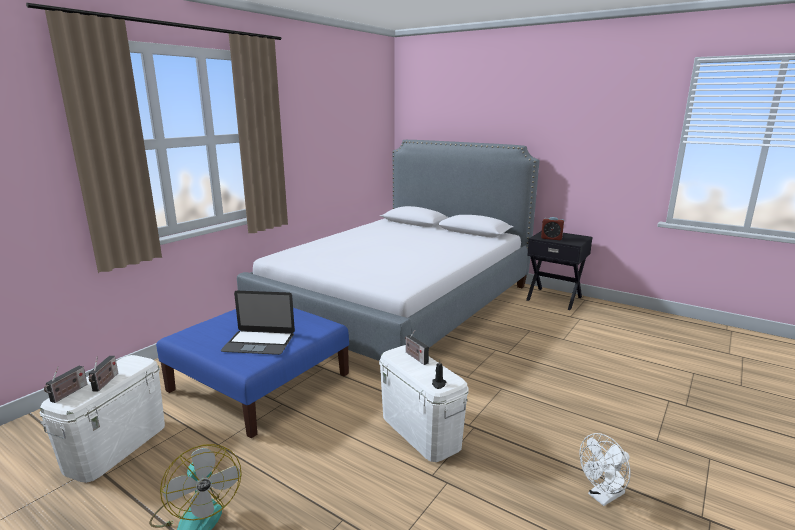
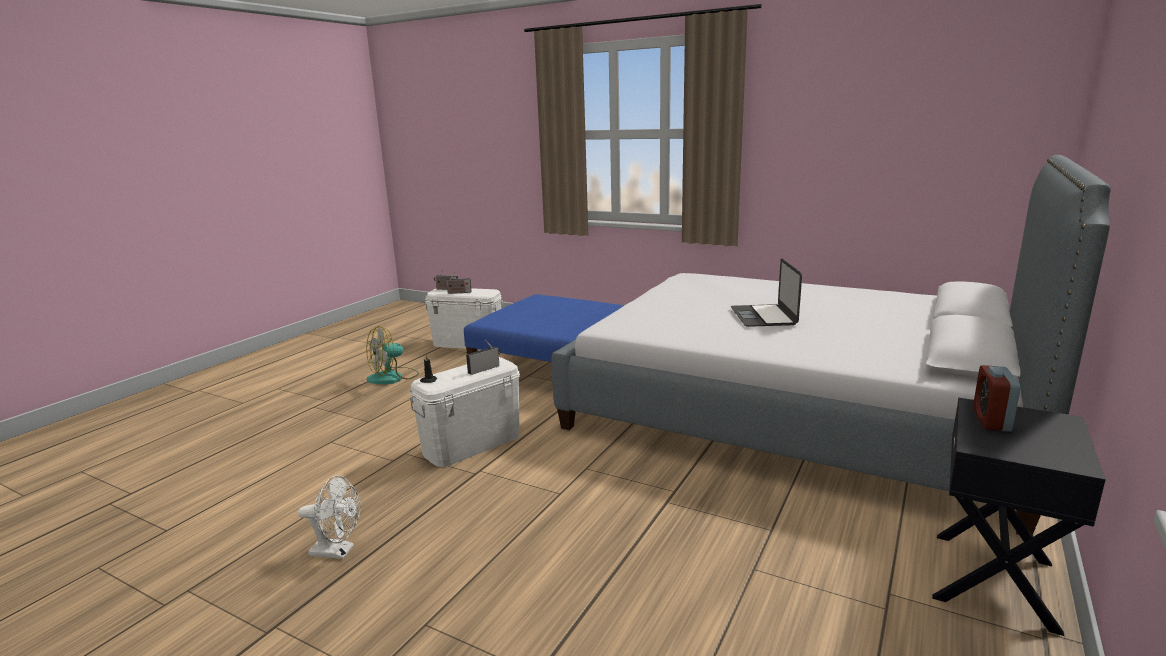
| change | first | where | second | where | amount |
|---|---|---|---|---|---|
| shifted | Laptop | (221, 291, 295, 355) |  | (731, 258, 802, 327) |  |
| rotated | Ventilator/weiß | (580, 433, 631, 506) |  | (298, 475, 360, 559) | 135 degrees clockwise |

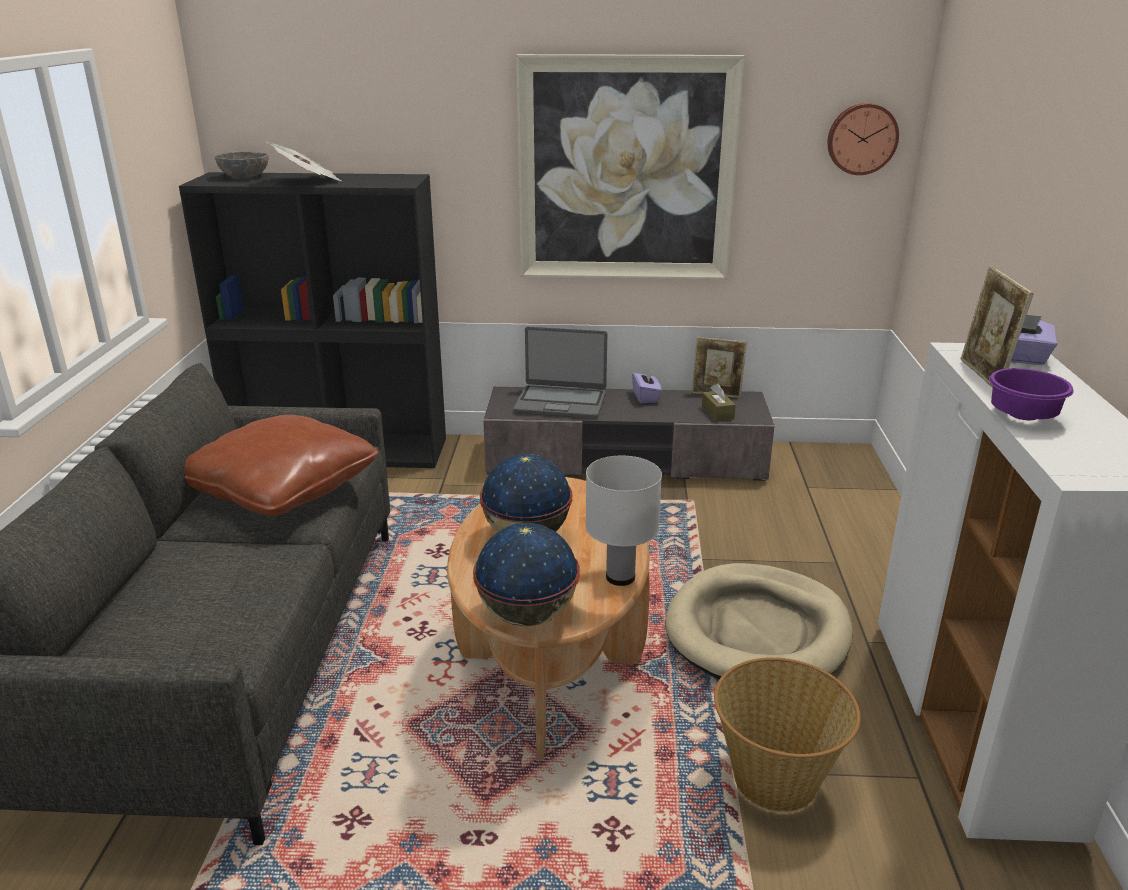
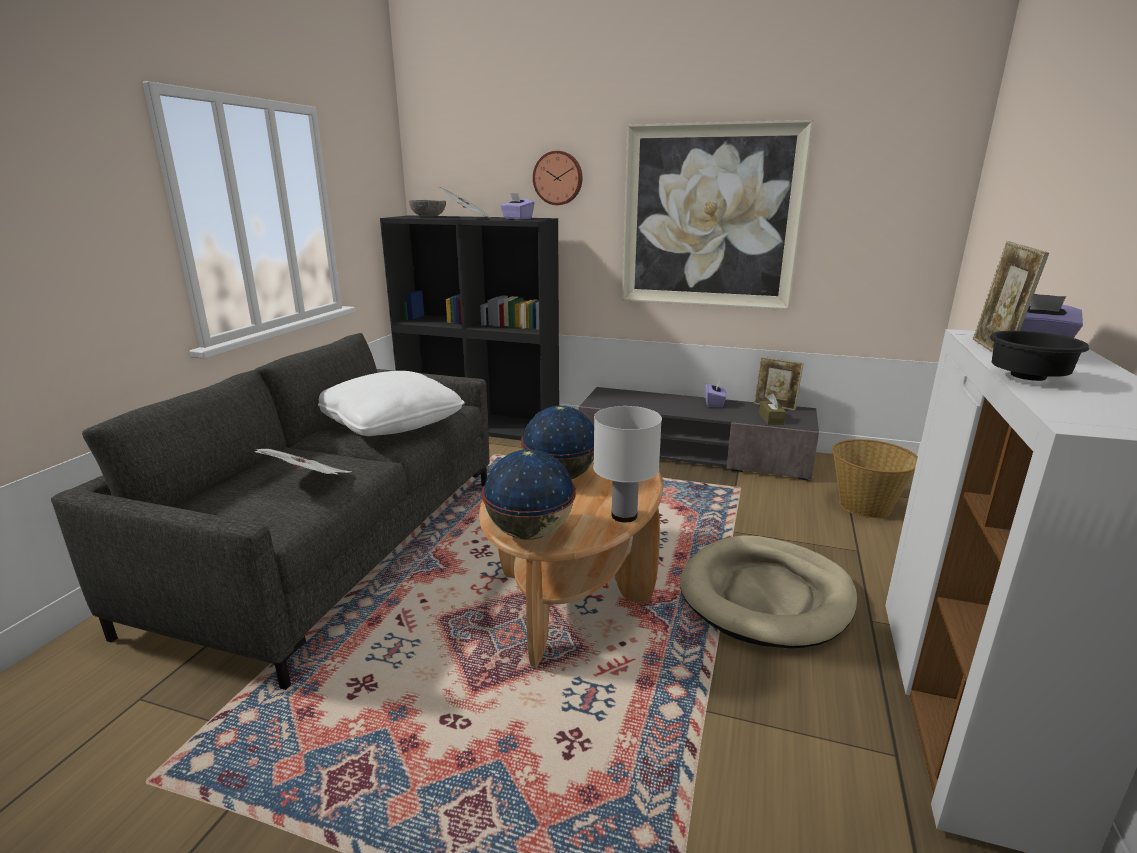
| change | first | where | second | where | amount |
|---|---|---|---|---|---|
| repainted | Kissen/braun | (184, 415, 379, 516) | Kissen/weiß | (318, 371, 465, 436) |  |
| gone | Laptop | (513, 327, 607, 419) |  |  |  |
| shifted | Korb | (714, 657, 861, 812) |  | (832, 439, 918, 518) |  |
| shifted | Wanduhr | (827, 103, 899, 175) |  | (533, 151, 582, 205) |  |
| repainted | Schüssel/lila | (989, 368, 1074, 420) | Schüssel/schwarz | (989, 331, 1089, 381) |  |
| new |  |  | Zeitung | (255, 449, 351, 475) |  |
| new |  |  | Taschentuchbox/lila | (500, 193, 534, 220) |  |

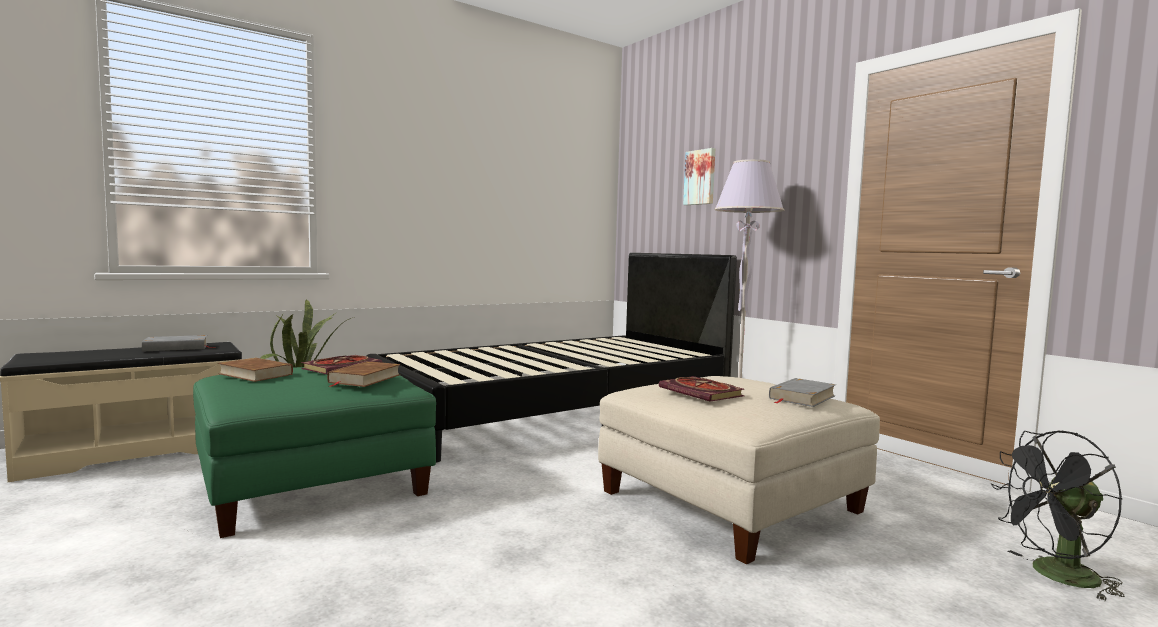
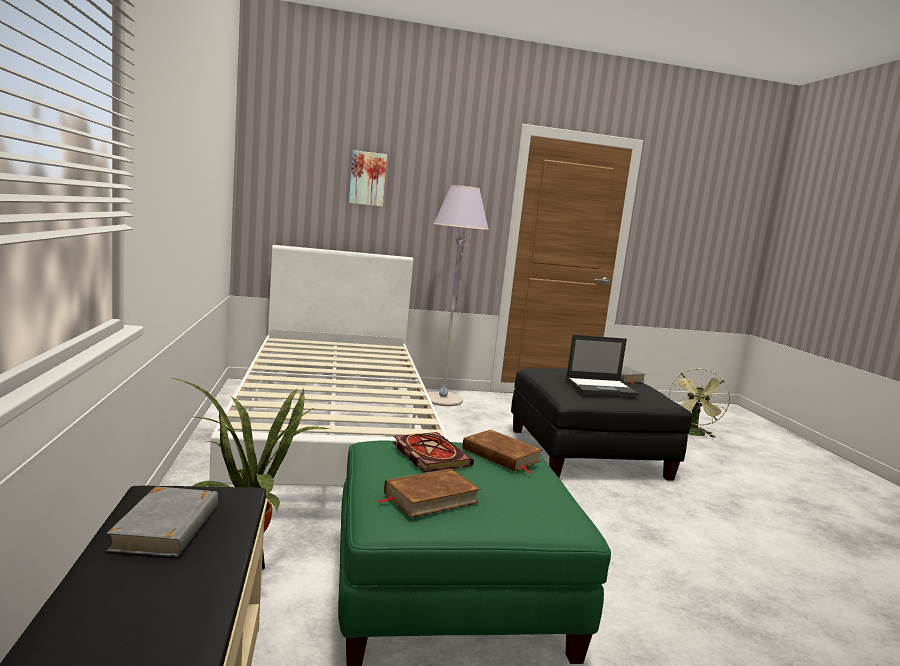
| change | first | where | second | where | amount |
|---|---|---|---|---|---|
| repainted | Bett/schwarz | (366, 253, 737, 462) | Bett/weiß | (209, 245, 452, 487) |  |
| repainted | Polsterhocker/beige | (598, 376, 880, 564) | Polsterhocker/schwarz | (511, 368, 692, 481) |  |
| swapped | Buch | (659, 376, 745, 402) | Laptop | (566, 335, 639, 396) |  |
| repainted | Ventilator/schwarz | (991, 431, 1125, 602) | Ventilator/grün | (669, 368, 730, 437) |  |

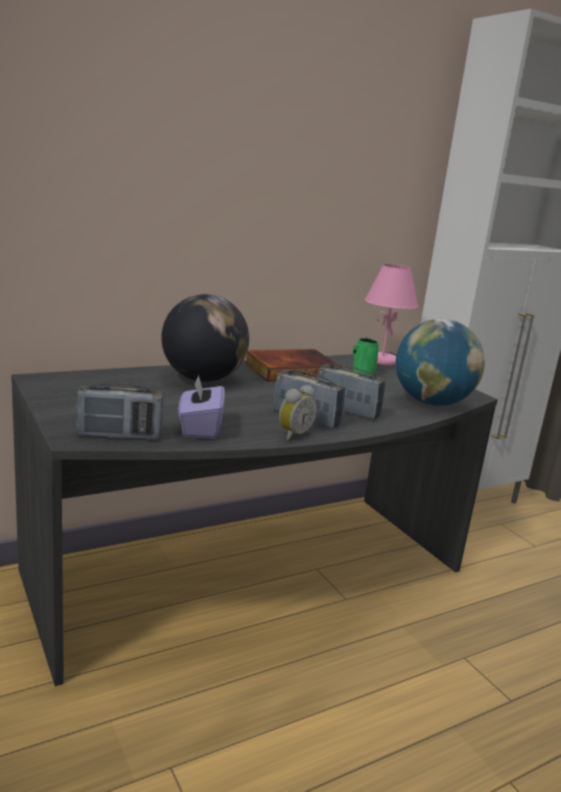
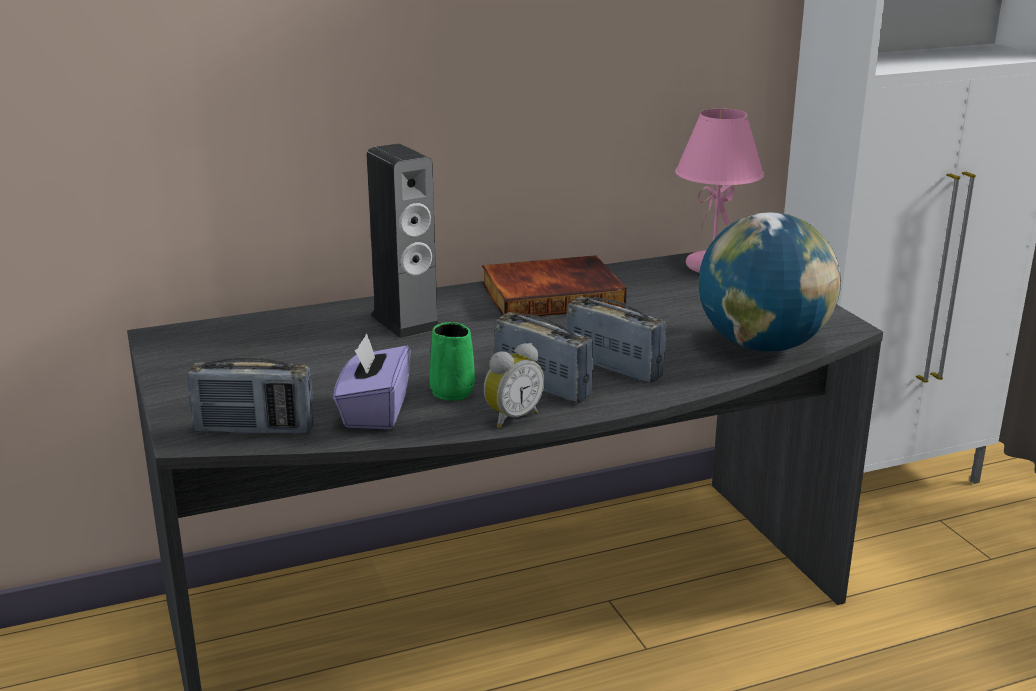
| change | first | where | second | where | amount |
|---|---|---|---|---|---|
| swapped | Globus | (161, 294, 249, 382) | Lautsprecher | (367, 144, 439, 338) |  |
| shifted | Henkelbecher/grün | (352, 338, 379, 376) |  | (430, 322, 475, 401) |  |

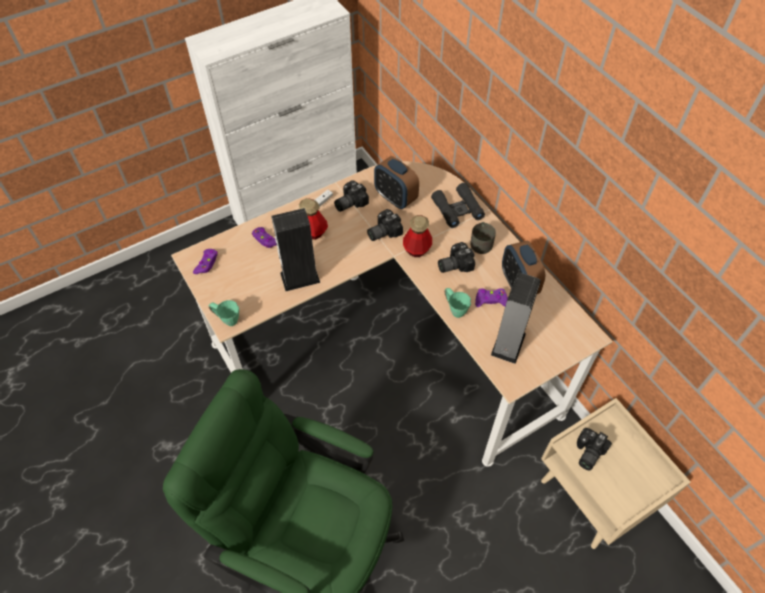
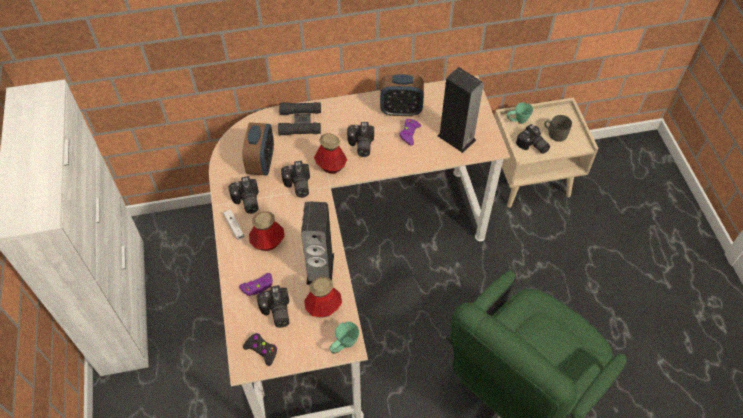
| change | first | where | second | where | amount |
|---|---|---|---|---|---|
| repainted | Gamepad/lila | (193, 249, 218, 274) | Gamepad/schwarz | (243, 333, 277, 366) |  |
| rotated | Wecker | (374, 156, 419, 209) |  | (242, 122, 274, 175) | 60 degrees counterclockwise |
| shifted | Henkelbecher/grün | (445, 288, 471, 318) |  | (507, 102, 533, 124) |  |
| shifted | Henkelbecher/grau | (471, 222, 496, 254) |  | (544, 115, 572, 142) |  |
| new |  |  | Kamera | (257, 285, 289, 328) |  |
| new |  |  | Flasche | (304, 277, 342, 317) |  |

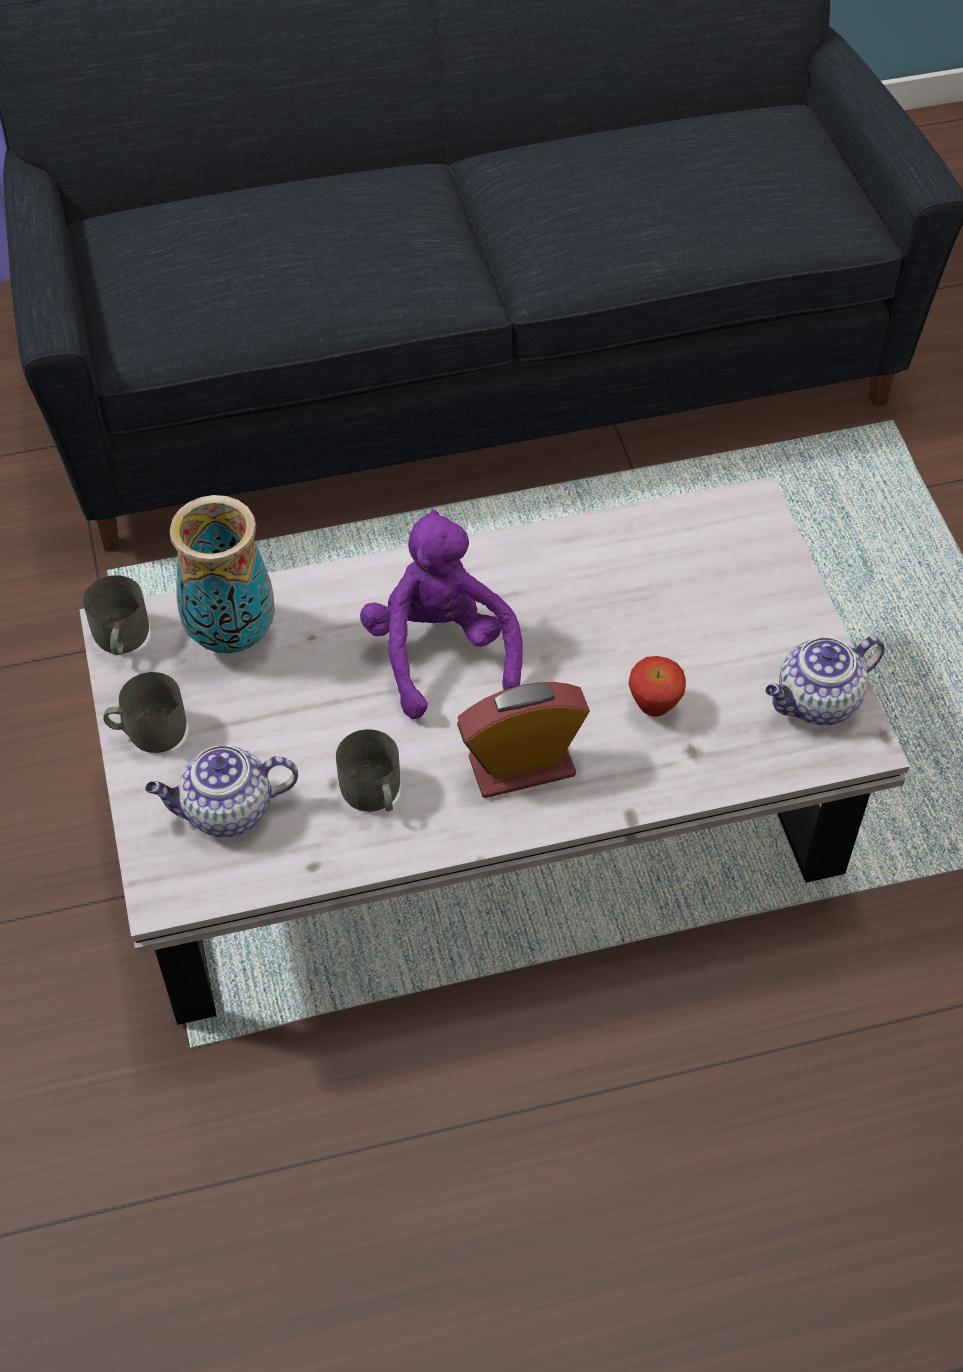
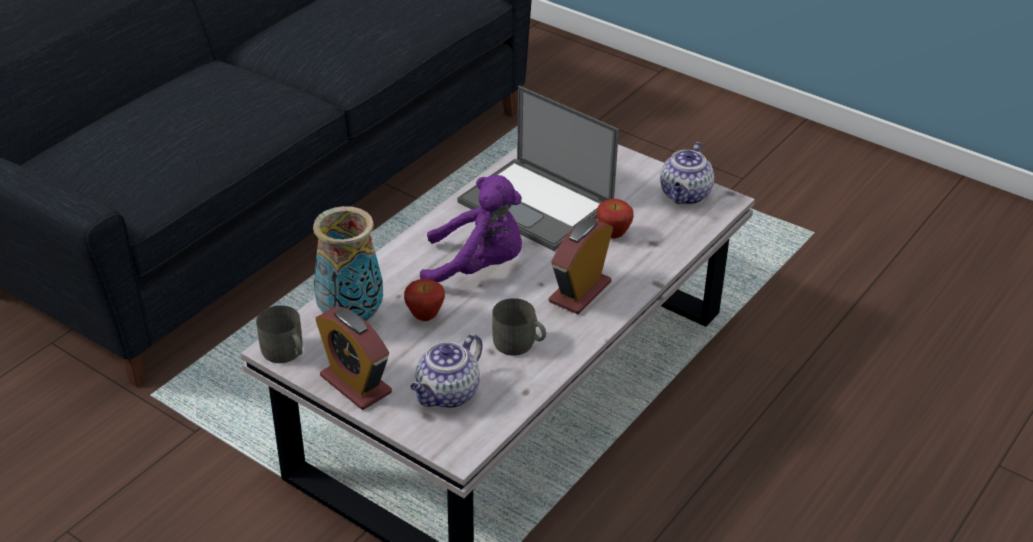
| change | first | where | second | where | amount |
|---|---|---|---|---|---|
| swapped | Henkelbecher/grau | (103, 672, 186, 753) | Wecker | (315, 307, 392, 410) |  |
| rotated | Plüschtier/lila | (360, 510, 523, 719) |  | (420, 175, 522, 282) | 150 degrees clockwise |
| new |  |  | Apfel | (404, 279, 445, 321) |  |
| new |  |  | Laptop | (457, 86, 619, 251) |  |

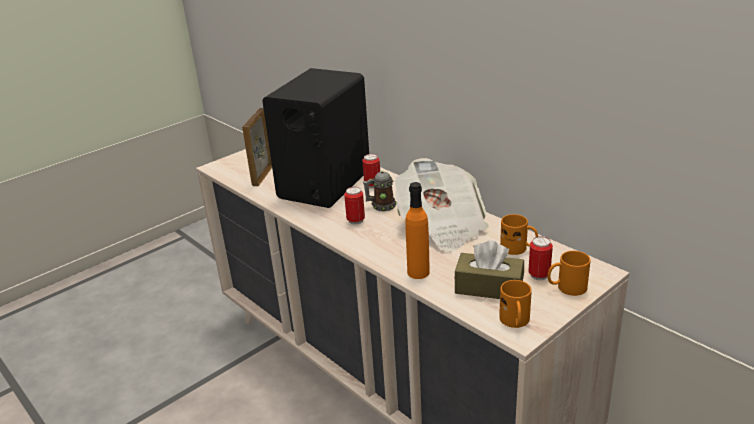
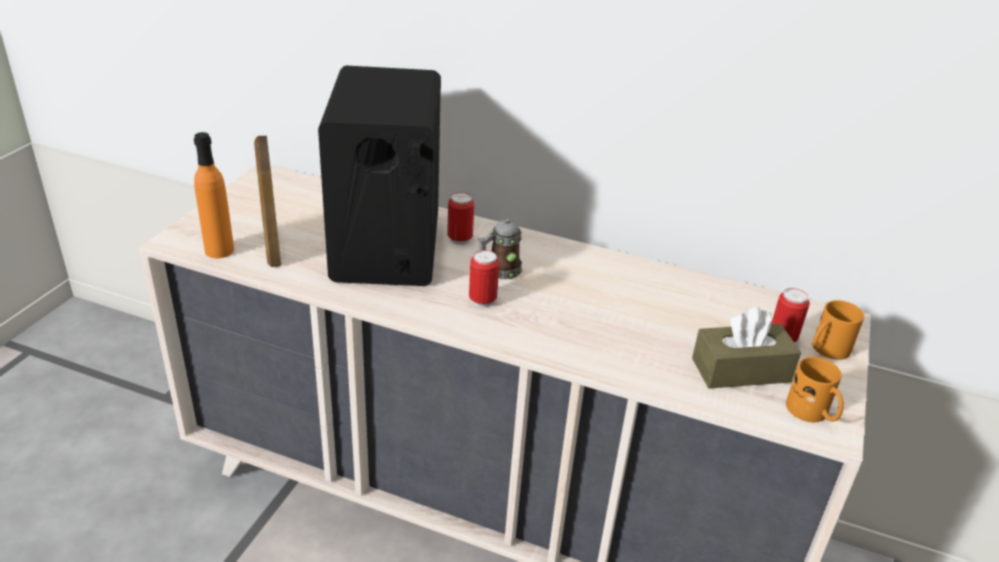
| change | first | where | second | where | amount |
|---|---|---|---|---|---|
| gone | Zeitung | (395, 158, 489, 252) |  |  |  |
| shifted | Flasche/orange | (405, 182, 430, 279) |  | (194, 132, 234, 258) |  |
| gone | Henkelbecher/orange | (500, 214, 538, 255) |  |  |  |

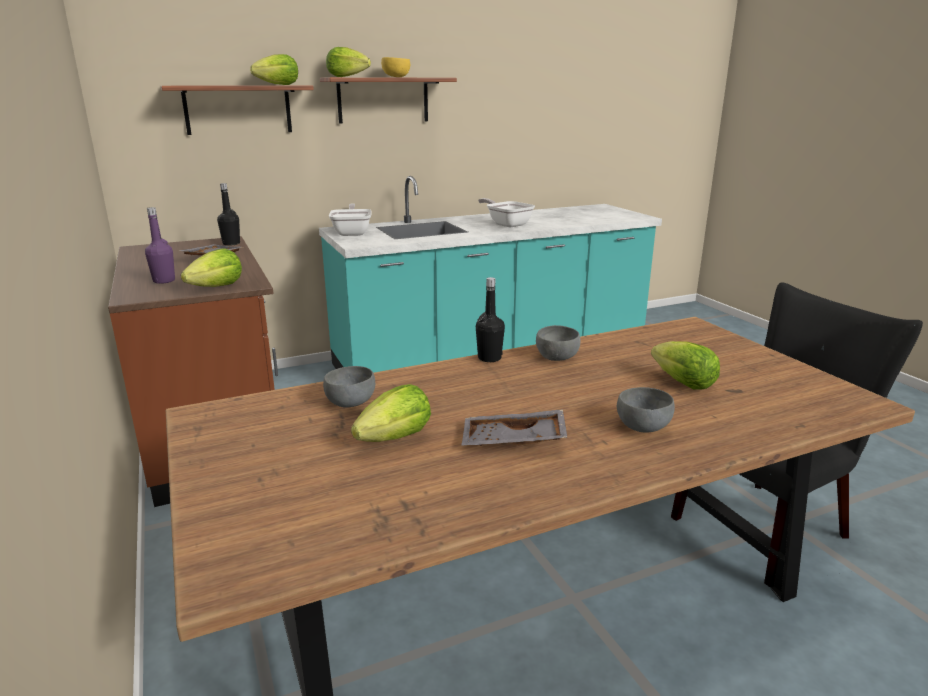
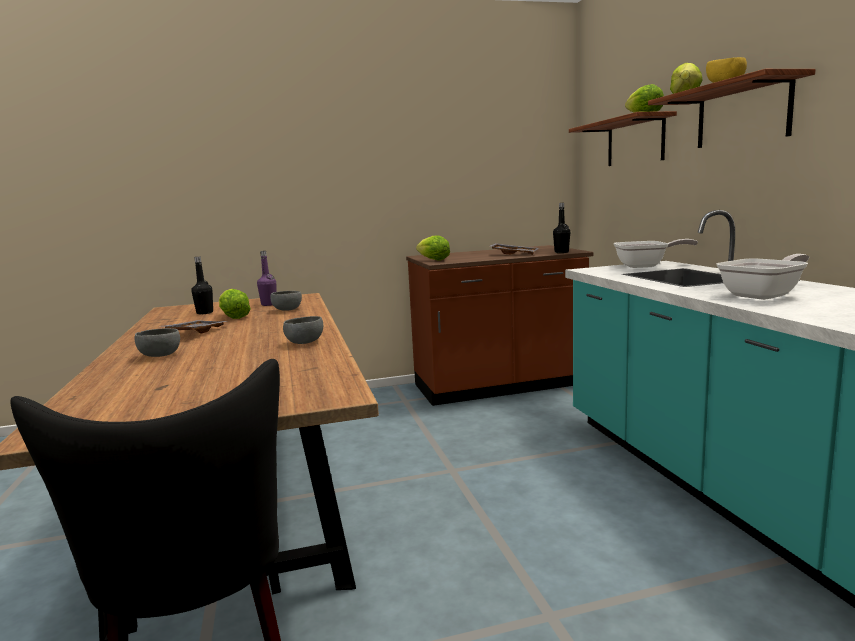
| change | first | where | second | where | amount |
|---|---|---|---|---|---|
| shifted | Flasche/lila | (145, 207, 175, 284) |  | (257, 251, 277, 306) |  |
| shifted | Flasche/schwarz | (476, 277, 505, 362) |  | (191, 257, 213, 314) |  |
| gone | Salatkopf | (651, 341, 720, 390) |  |  |  |

